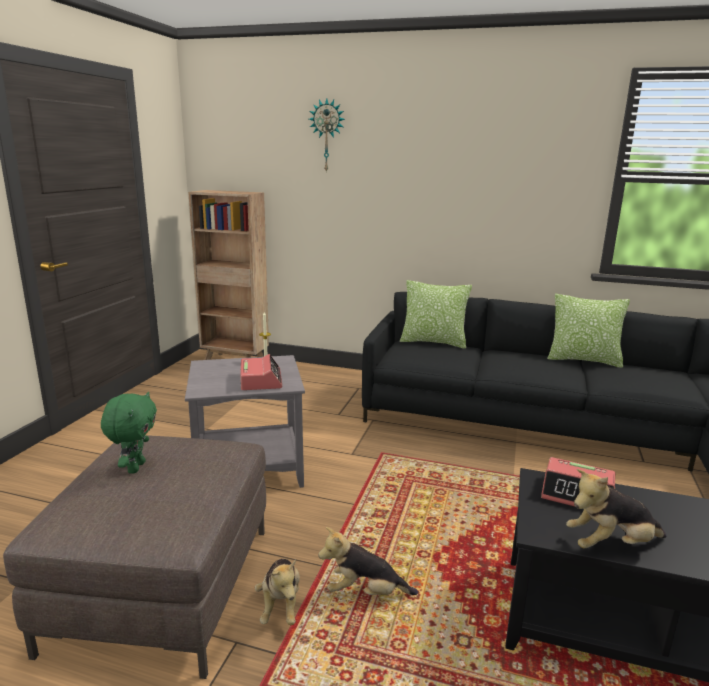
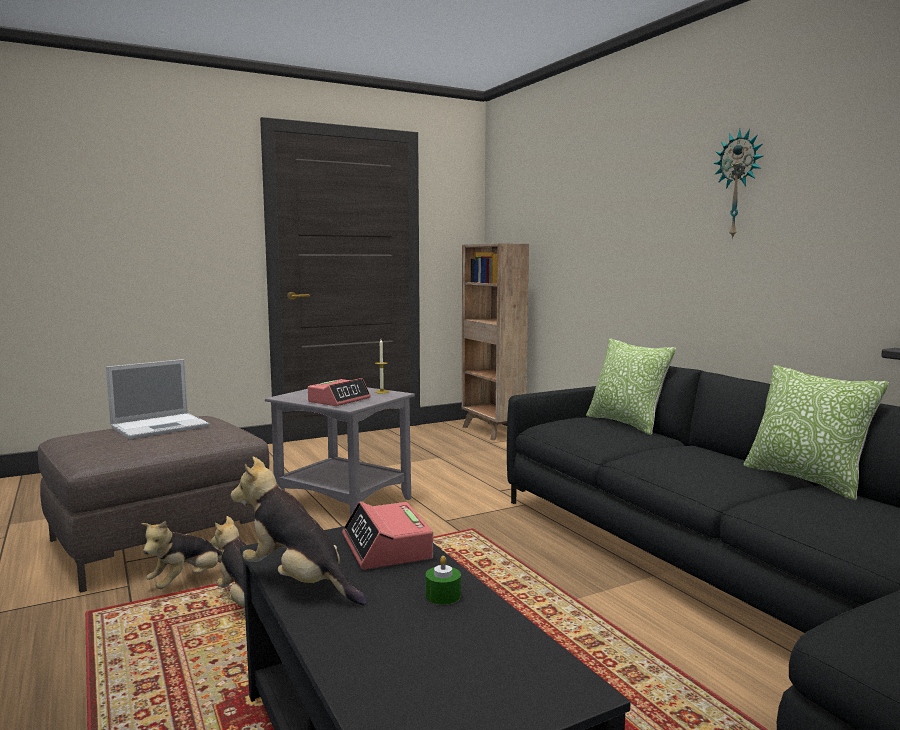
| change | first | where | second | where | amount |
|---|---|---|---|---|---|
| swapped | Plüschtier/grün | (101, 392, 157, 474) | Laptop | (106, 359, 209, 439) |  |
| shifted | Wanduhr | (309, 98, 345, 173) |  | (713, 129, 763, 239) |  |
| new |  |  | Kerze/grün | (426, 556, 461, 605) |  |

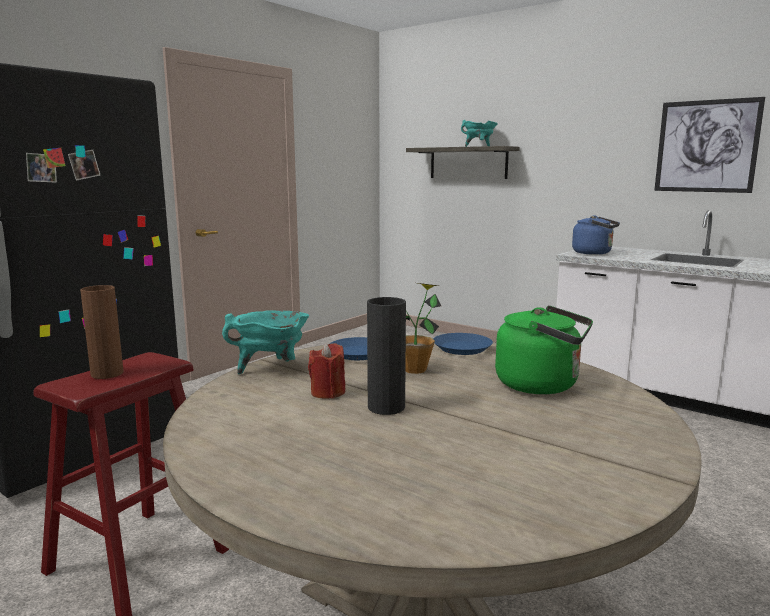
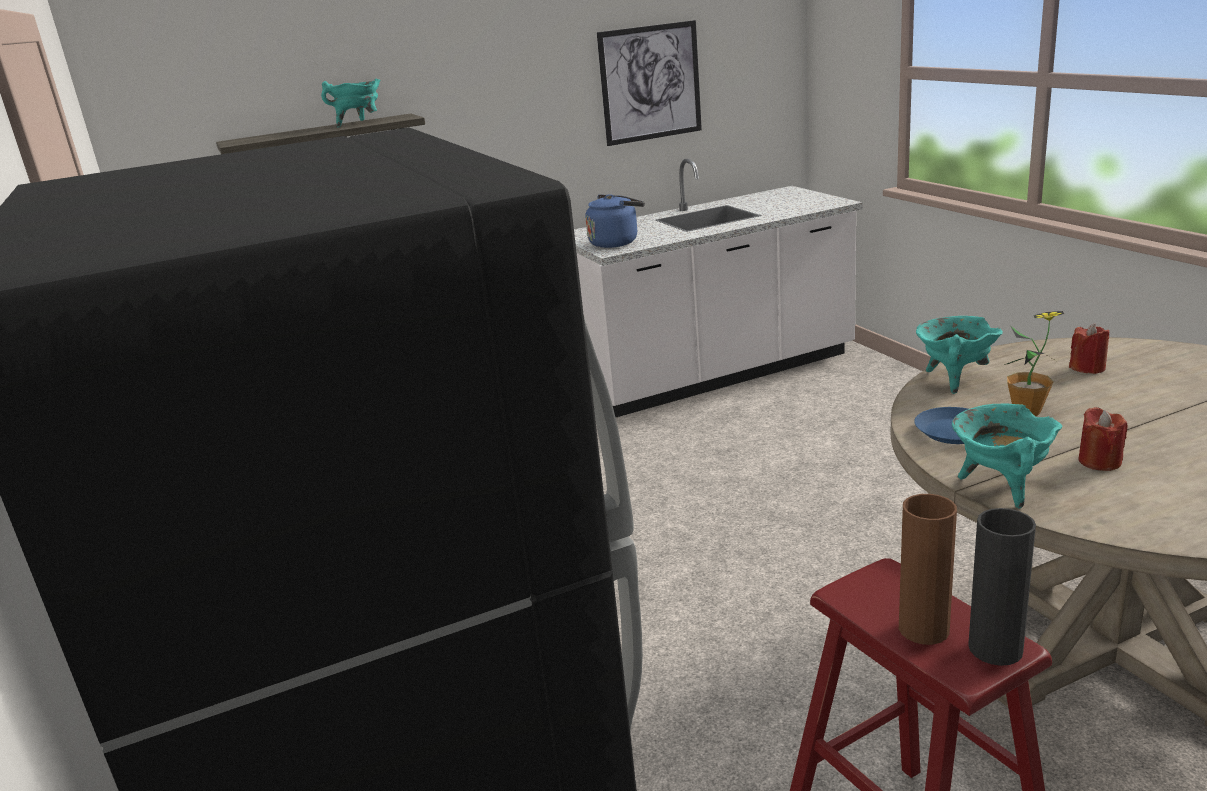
| change | first | where | second | where | amount |
|---|---|---|---|---|---|
| shifted | Vase/schwarz | (367, 297, 406, 415) |  | (968, 508, 1036, 666) |  |
| swapped | Teller/blau | (433, 333, 493, 355) | Kochtopf/türkis | (916, 316, 1003, 394) |  |
| swapped | Wasserkessel/grün | (495, 305, 593, 394) | Kerze/rot | (1069, 324, 1109, 374) |  |

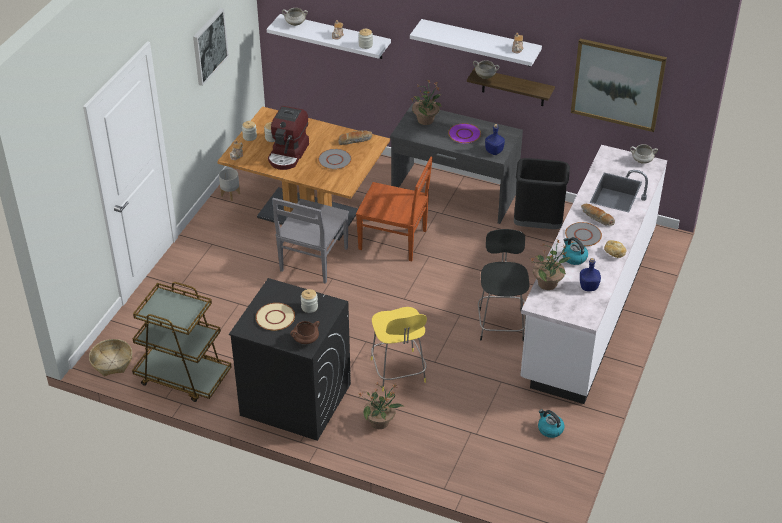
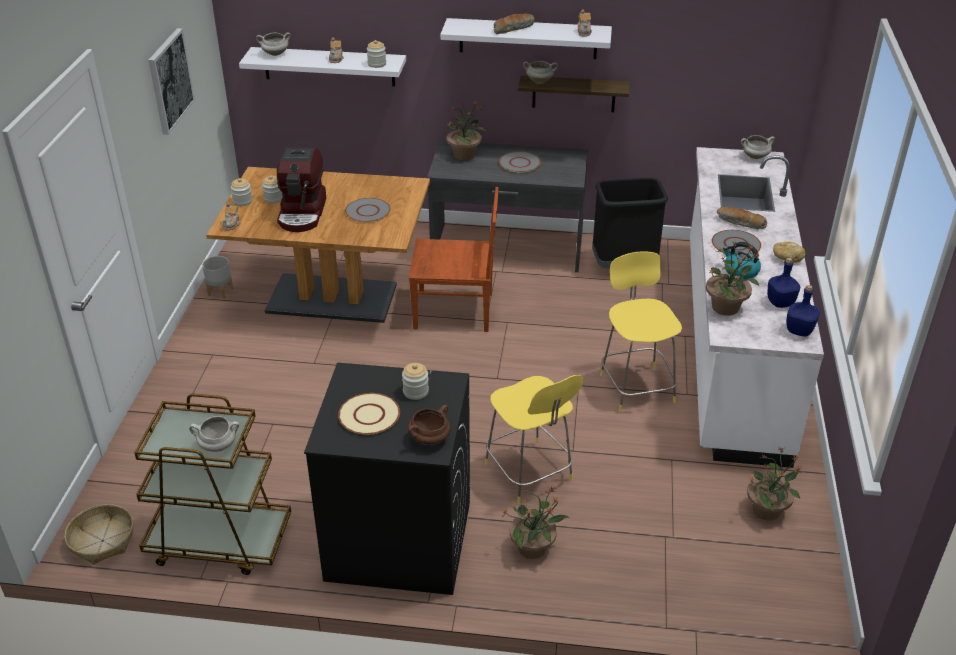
| change | first | where | second | where | amount |
|---|---|---|---|---|---|
| gone | Stuhl/grau | (273, 198, 349, 284) |  |  |  |
| shifted | Brot | (338, 130, 372, 145) |  | (493, 14, 535, 34) |  |
| repainted | Teller/lila | (448, 123, 481, 143) | Teller/grau | (499, 151, 541, 173) |  |
| repainted | Hocker/schwarz | (478, 229, 529, 341) | Hocker/gelb | (600, 251, 682, 412) |  |
| shifted | Flasche/blau | (485, 124, 505, 155) |  | (786, 285, 820, 337) |  |
| swapped | Wasserkessel | (538, 409, 565, 438) | Topfpflanze | (747, 447, 802, 521) |  |
| gone | Bild | (571, 39, 667, 132) |  |  |  |
| new |  |  | Kochtopf/weiß | (189, 416, 239, 452) |  |

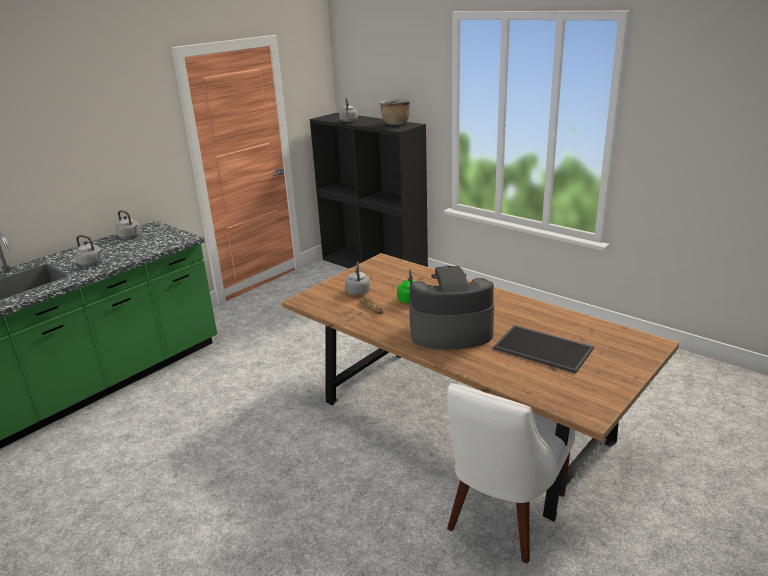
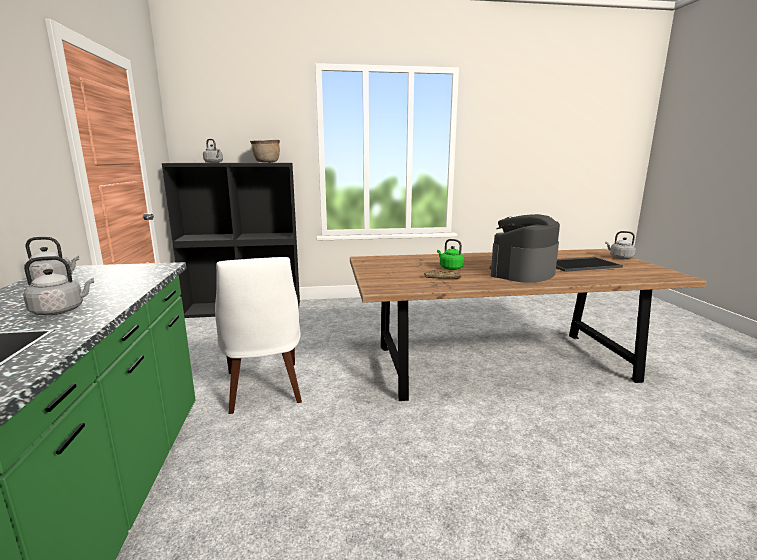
| change | first | where | second | where | amount |
|---|---|---|---|---|---|
| shifted | Wasserkessel/grau | (345, 262, 371, 295) |  | (605, 231, 636, 259) |  |
| shifted | Stuhl/weiß | (447, 383, 575, 564) |  | (215, 257, 302, 414) |  |

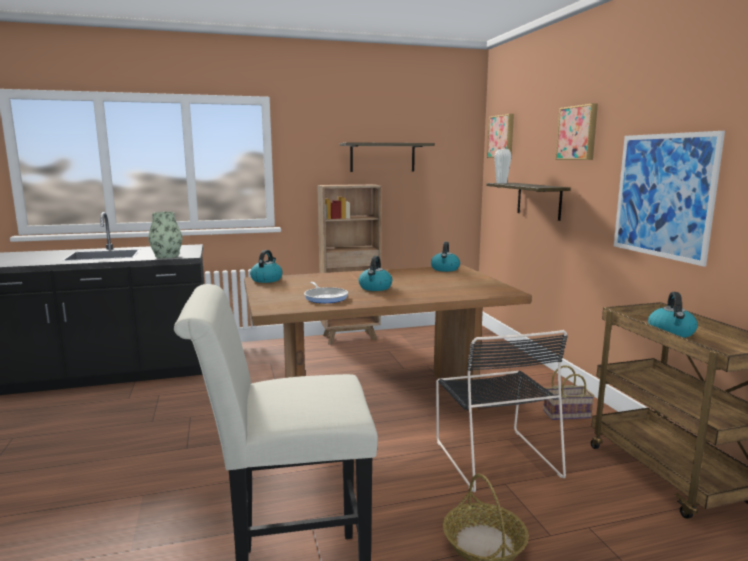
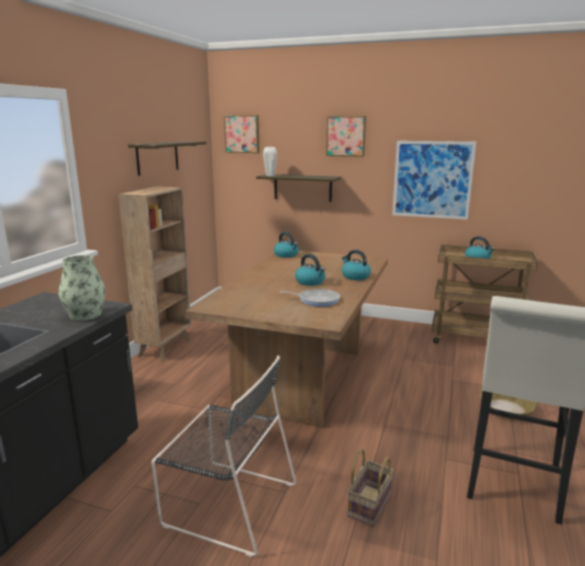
| change | first | where | second | where | amount |
|---|---|---|---|---|---|
| shifted | Wasserkessel | (250, 250, 283, 283) |  | (342, 250, 371, 280) |  |
| shifted | Stuhl/schwarz | (436, 330, 567, 492) |  | (152, 356, 296, 557) |  |
| shifted | Korb | (543, 365, 594, 420) |  | (347, 449, 394, 526) |  |

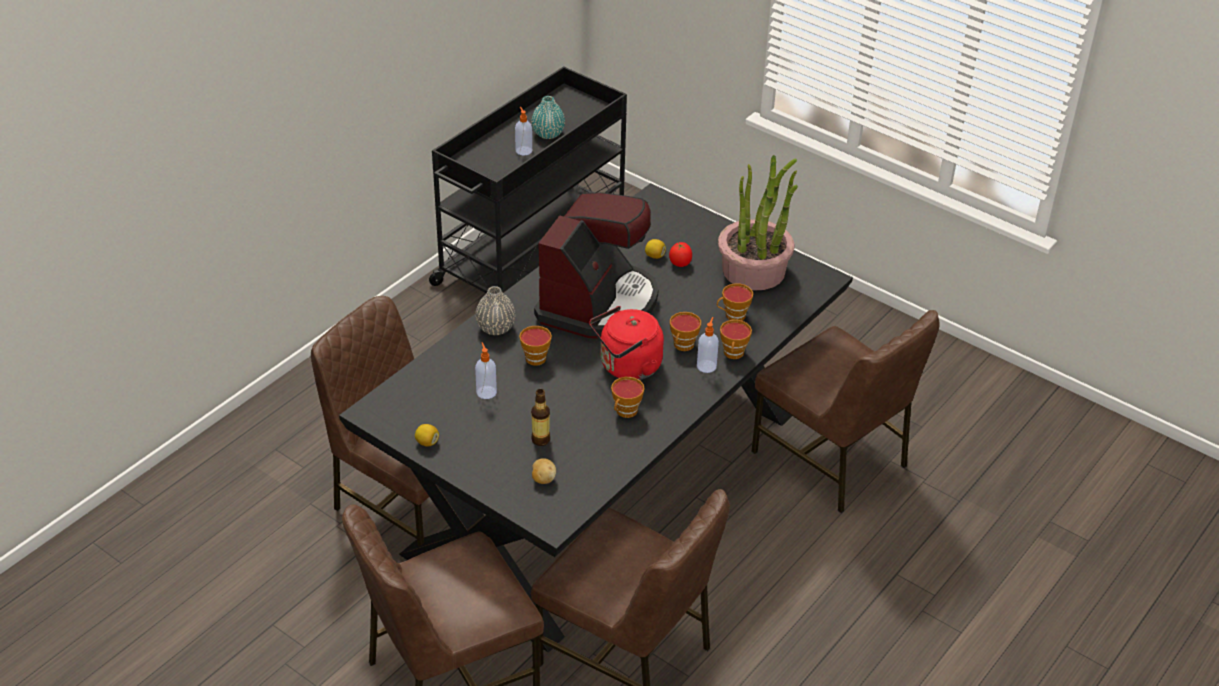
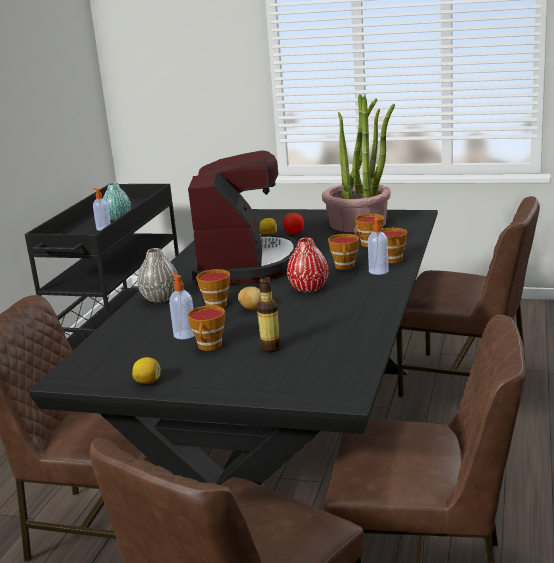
| change | first | where | second | where | amount |
|---|---|---|---|---|---|
| shifted | Kartoffel | (532, 458, 556, 484) |  | (238, 286, 261, 310) |  |
| swapped | Wasserkessel/rot | (589, 306, 664, 380) | Vase/rot | (287, 237, 329, 293) |  |
| shifted | Tasse | (611, 377, 645, 418) |  | (187, 305, 225, 351) |  |

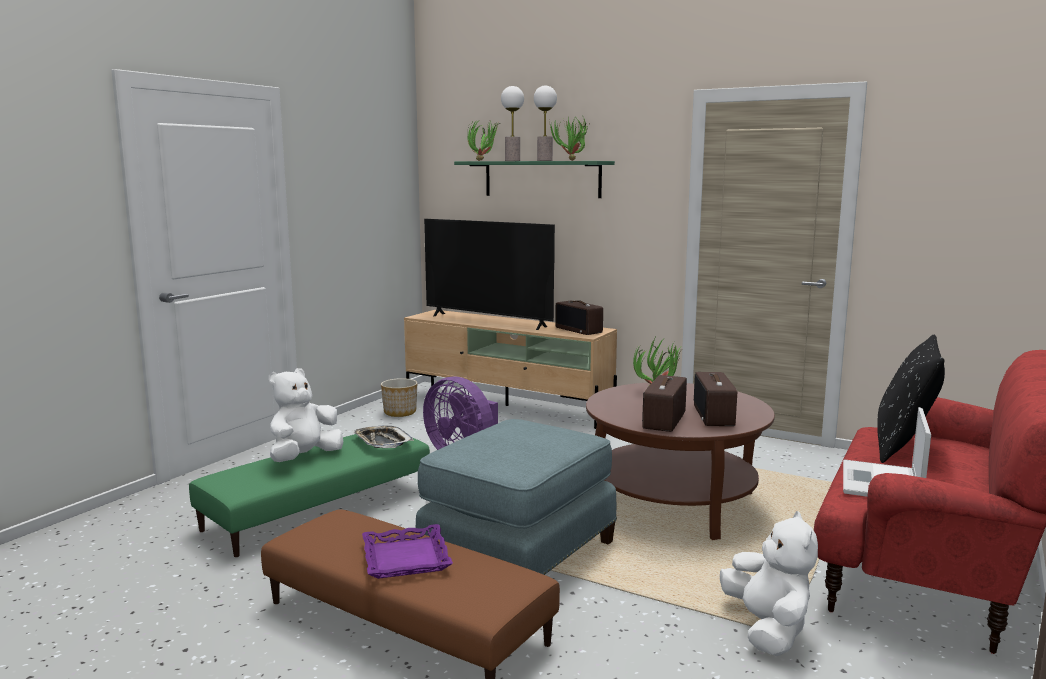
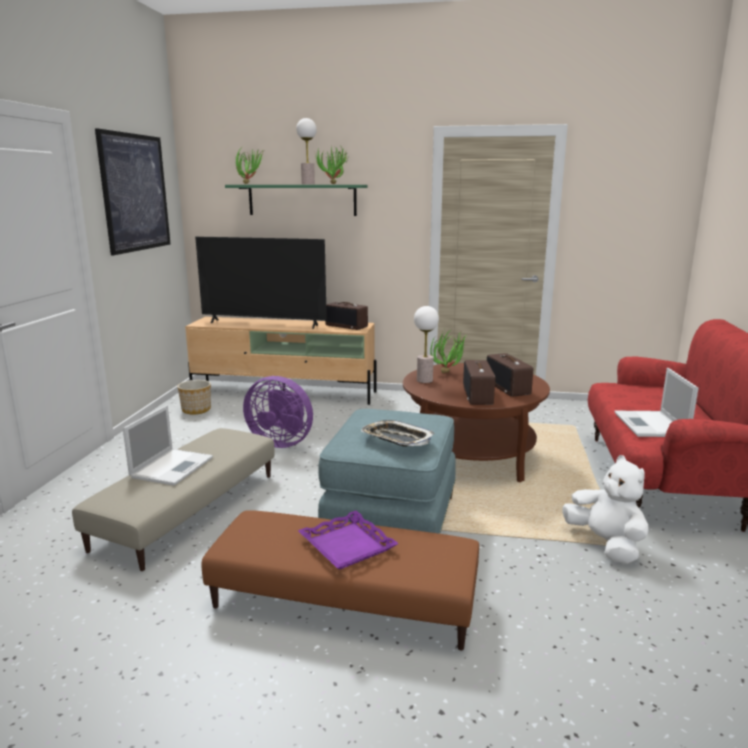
| change | first | where | second | where | amount |
|---|---|---|---|---|---|
| repainted | Polsterhocker/grün | (189, 434, 430, 557) | Polsterhocker/beige | (72, 428, 275, 571) |  |
| swapped | Plüschtier/weiß | (269, 368, 343, 462) | Laptop | (123, 405, 213, 486) |  |
| shifted | Tablett | (353, 426, 414, 448) |  | (361, 420, 435, 447) |  |
| shifted | Tischlampe | (501, 86, 524, 161) |  | (414, 306, 439, 383) |  |
| gone | Kissen/schwarz | (877, 335, 945, 463) |  |  |  |
| new |  |  | Bild | (95, 128, 170, 255) |  |

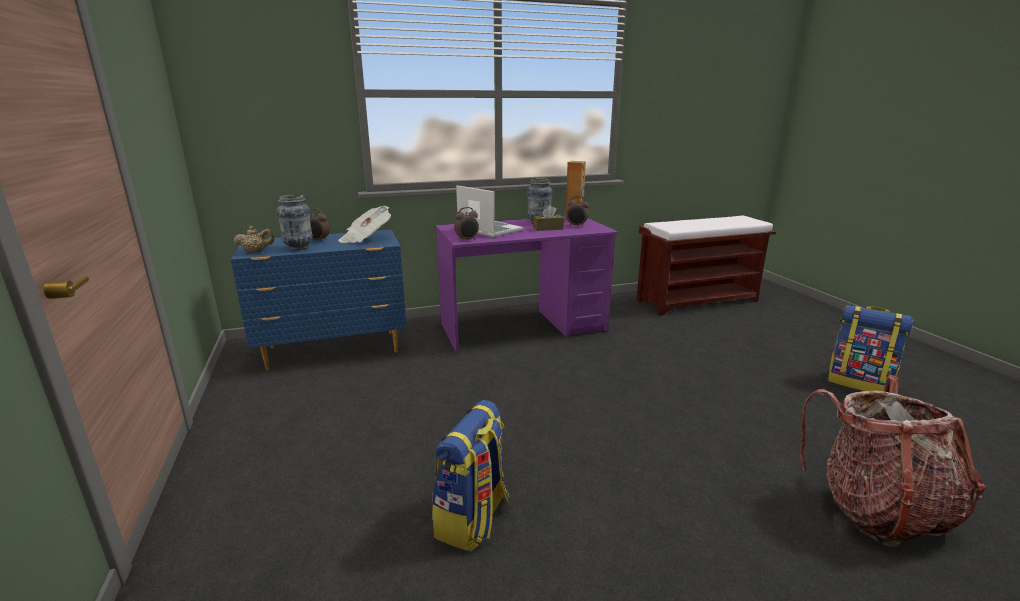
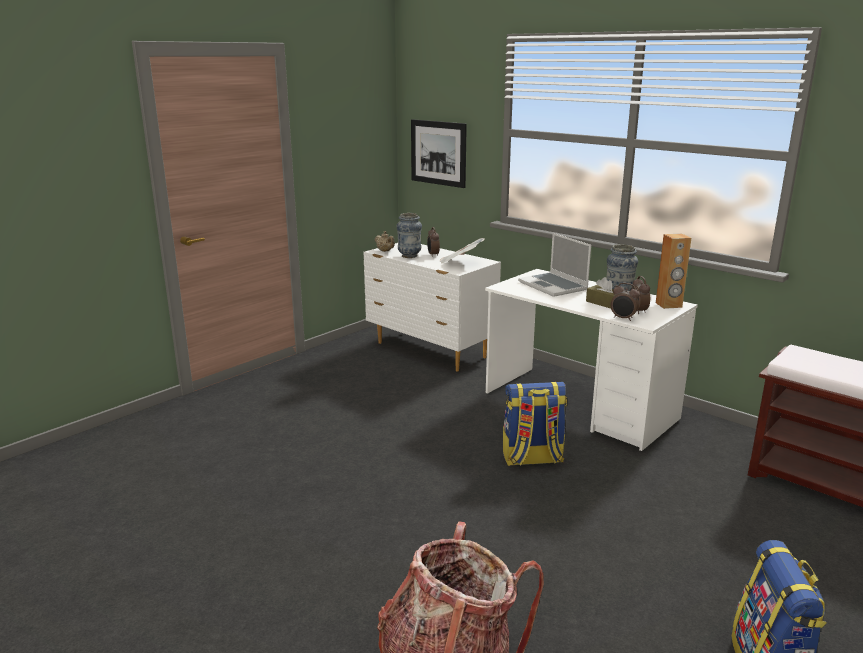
| change | first | where | second | where | amount |
|---|---|---|---|---|---|
| repainted | Kommode/blau | (231, 230, 407, 370) | Kommode/weiß | (363, 243, 501, 372) |  |
| shifted | Rucksack | (432, 400, 510, 552) |  | (503, 382, 567, 466) |  |
| repainted | Schreibtisch/lila | (436, 216, 618, 353) | Schreibtisch/weiß | (485, 269, 698, 451) |  |
| shifted | Wecker | (454, 207, 479, 242) |  | (611, 283, 640, 321) |  |
| rotated | Laptop | (456, 185, 523, 237) |  | (518, 233, 591, 297) | 135 degrees clockwise |
| new |  |  | Bild | (411, 119, 467, 188) |  |

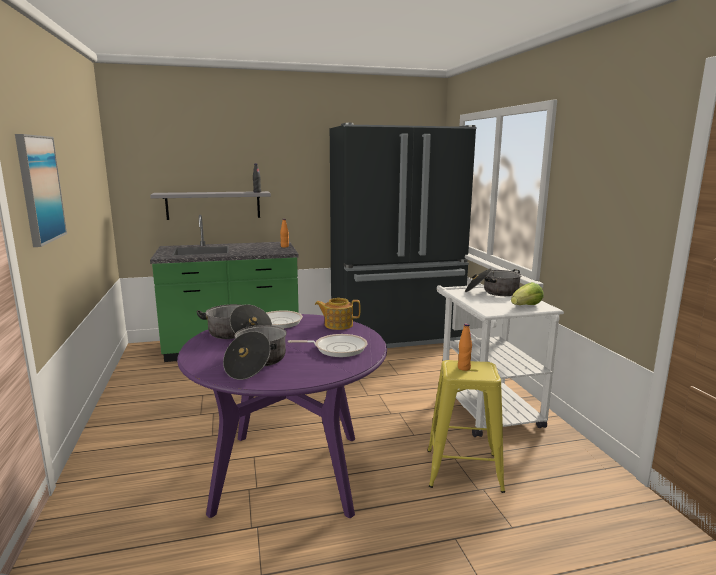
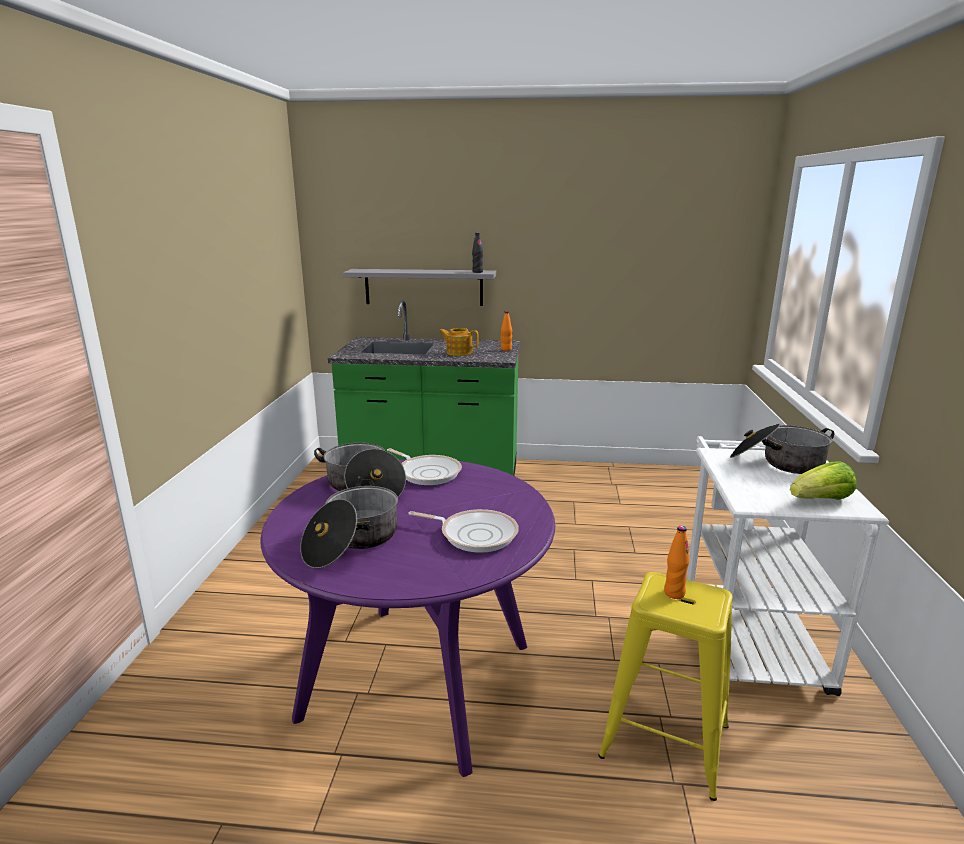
| change | first | where | second | where | amount |
|---|---|---|---|---|---|
| gone | Bild | (15, 134, 67, 247) |  |  |  |
| shifted | Teekanne | (315, 298, 361, 330) |  | (439, 328, 479, 356) |  |
| gone | Kühlschrank/schwarz | (330, 123, 476, 348) |  |  |  |

